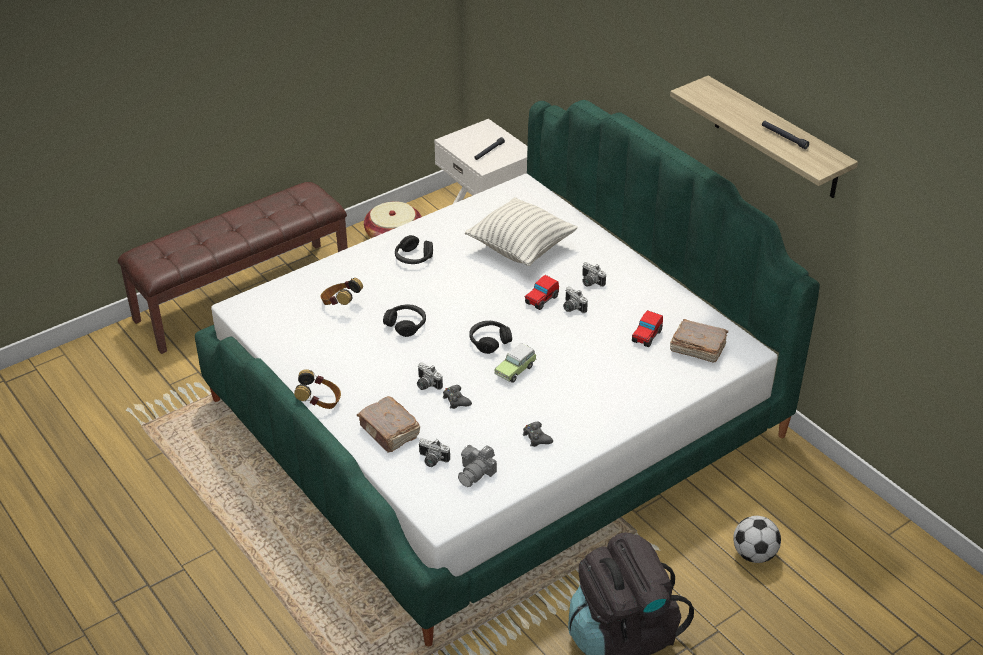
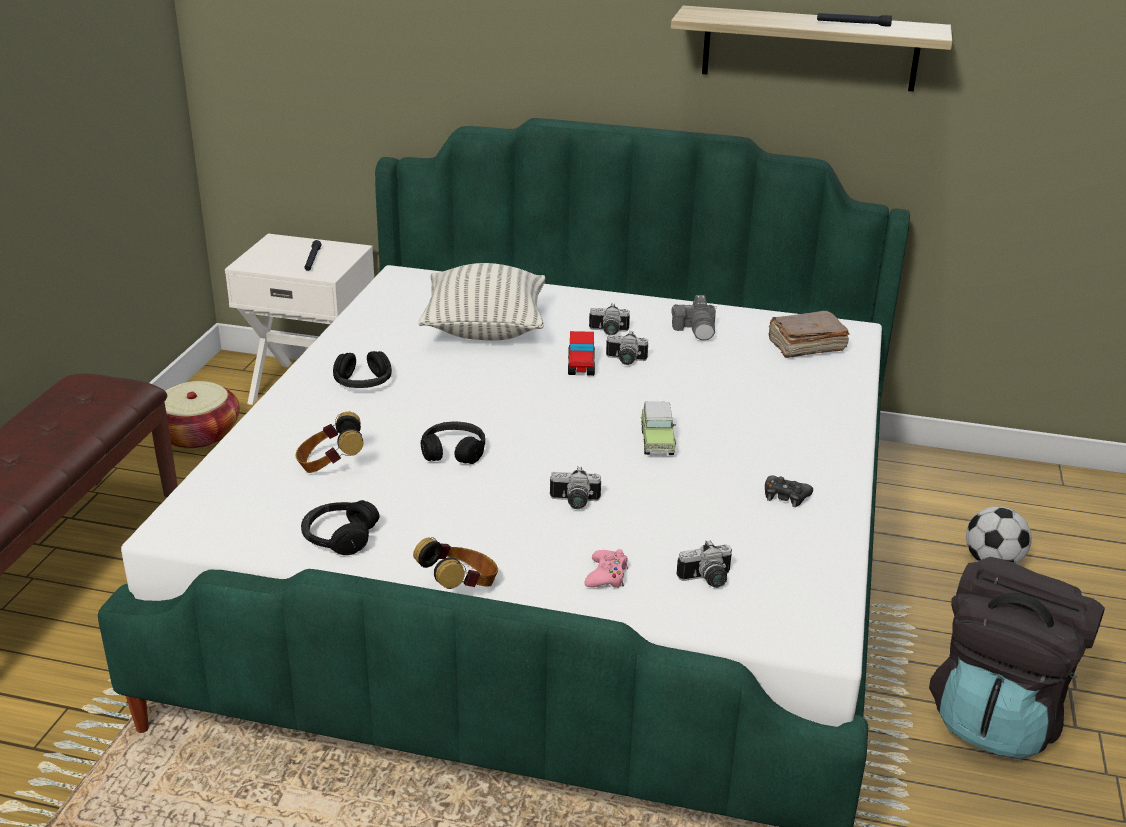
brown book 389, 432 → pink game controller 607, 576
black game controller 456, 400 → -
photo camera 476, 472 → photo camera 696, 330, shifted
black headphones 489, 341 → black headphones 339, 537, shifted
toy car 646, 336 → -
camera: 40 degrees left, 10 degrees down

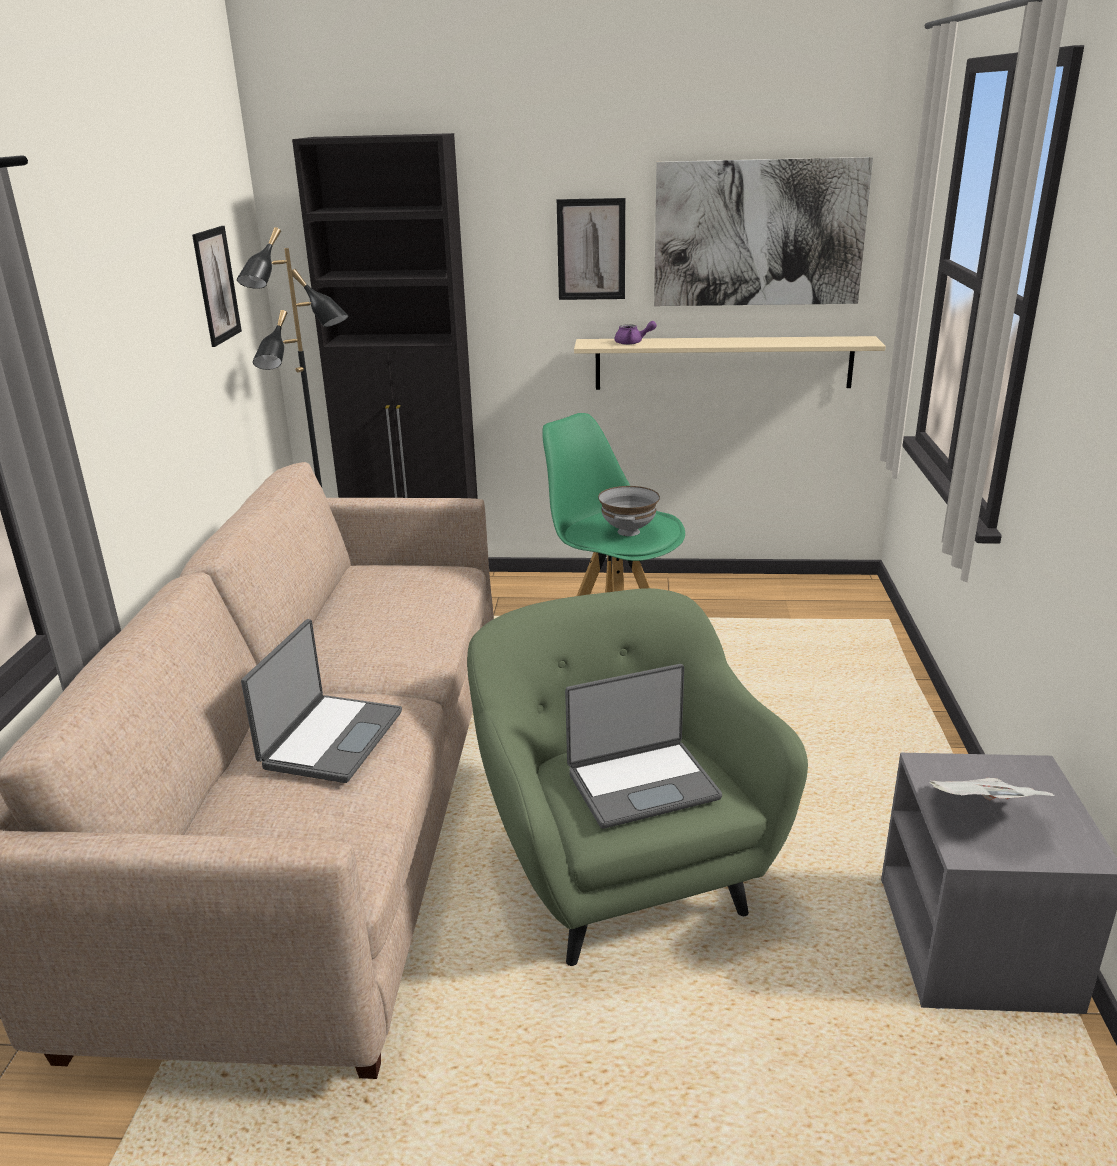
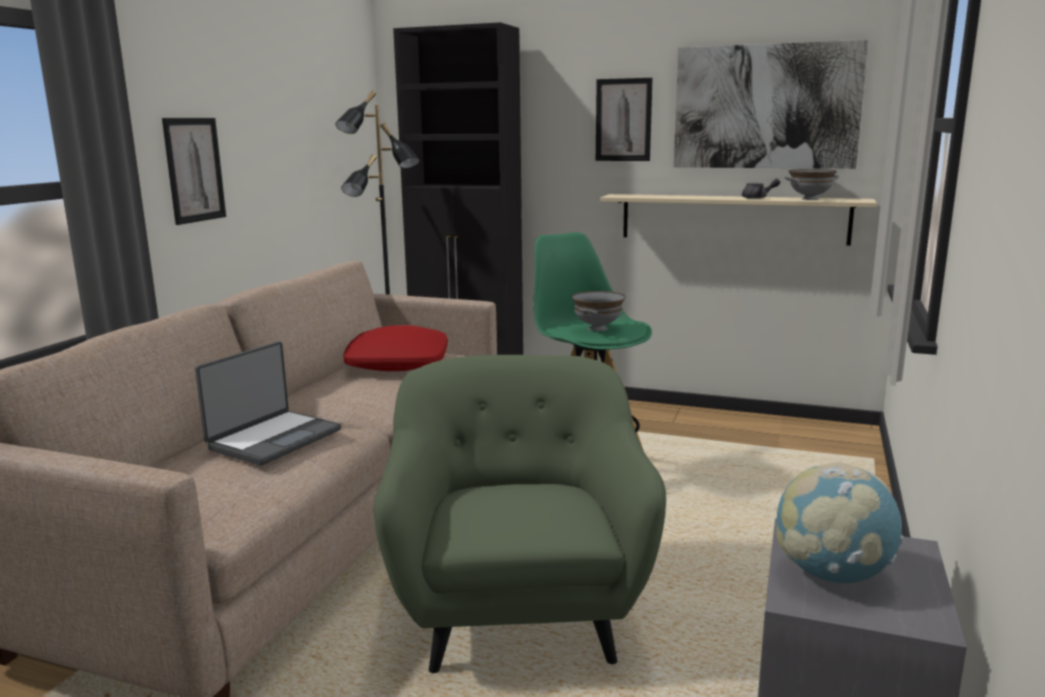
picture 216, 285 → picture 194, 170, shifted
laptop 642, 784 → -
purple teapot 632, 343 → -
newspaper 983, 813 → globe 832, 574
- → red pillow 397, 363
- → grey teapot 758, 198
- → grey bowl 810, 199
camera: 15 degrees right, 10 degrees down

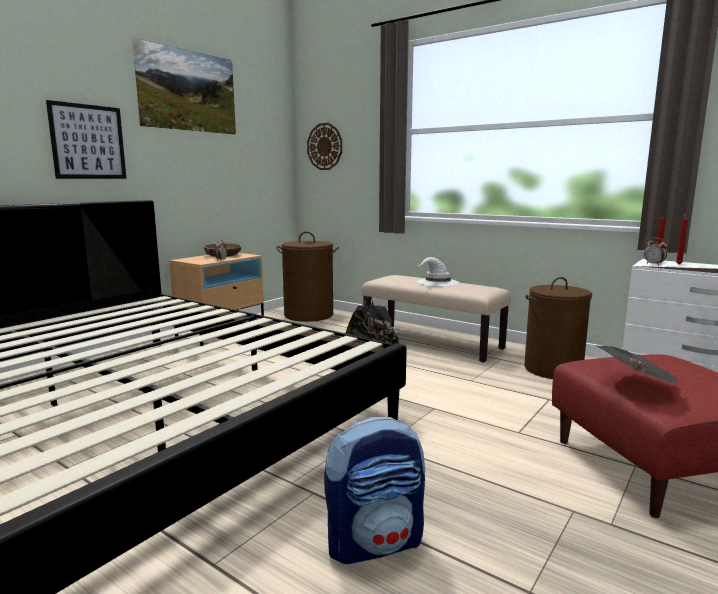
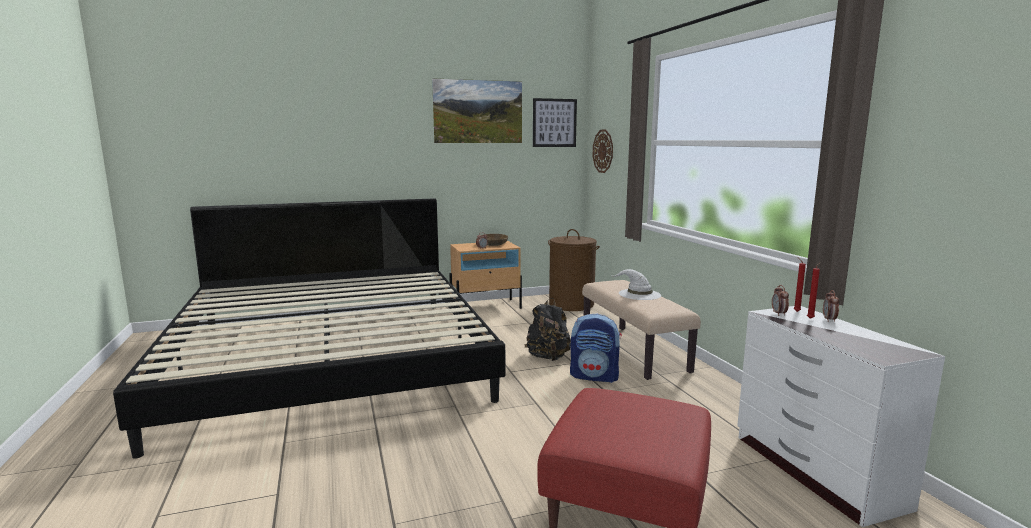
picture 88, 142 → picture 554, 123, shifted
backpack 375, 542 → backpack 595, 376, shifted
brown laundry basket 553, 369 → -
newspaper 638, 385 → -
- → alarm clock 829, 320
camera: 35 degrees right, 0 degrees up

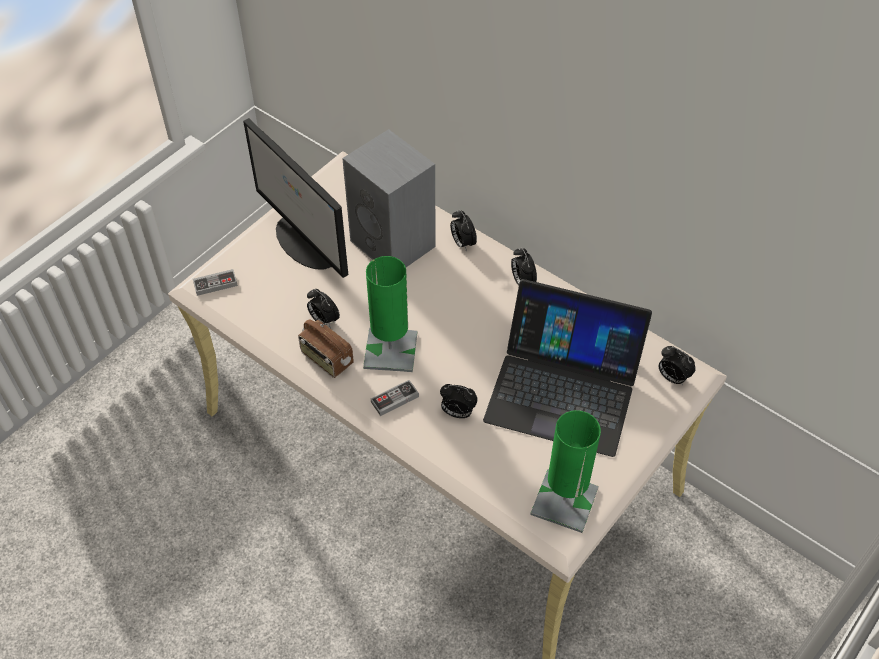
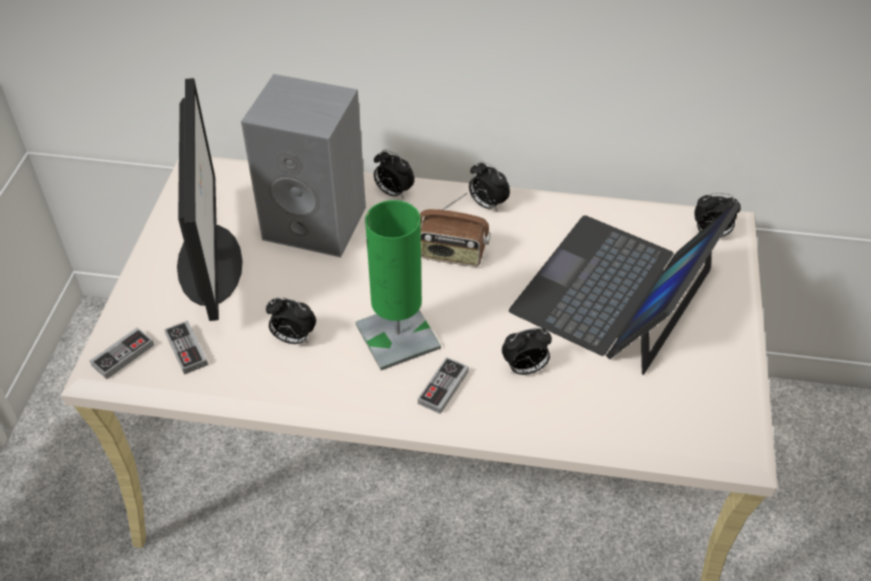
monitor 307, 243 → monitor 210, 262, 120 degrees counterclockwise
radio 326, 359 → radio 452, 254, shifted
laptop 563, 389 → laptop 615, 292, 135 degrees clockwise
green table lamp 564, 501 → -
- → game controller 186, 349
camera: 30 degrees left, 5 degrees down

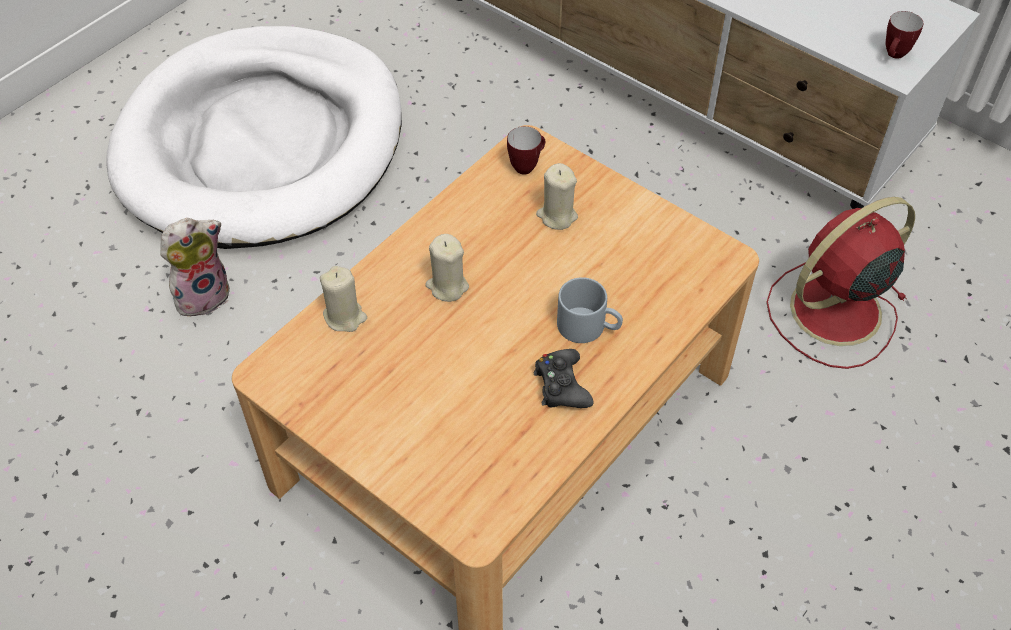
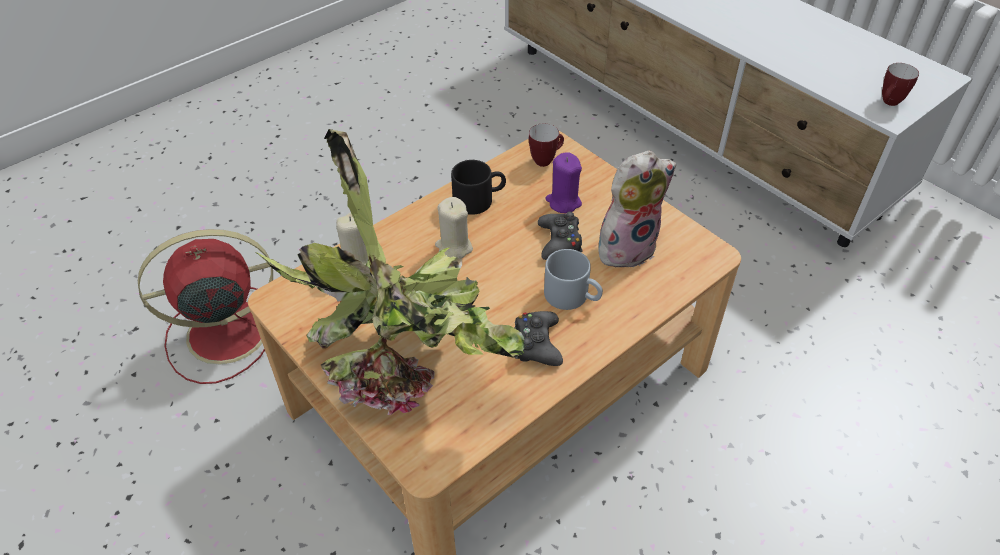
white dog bed 262, 144 → -
plush toy 203, 295 → plush toy 626, 247, shifted
beige candle 557, 216 → purple candle 563, 202
red fan 832, 312 → red fan 224, 333, shifted
- → potted plant 410, 364
- → black mug 479, 199
- → black game controller 559, 242
camera: 10 degrees right, 5 degrees down

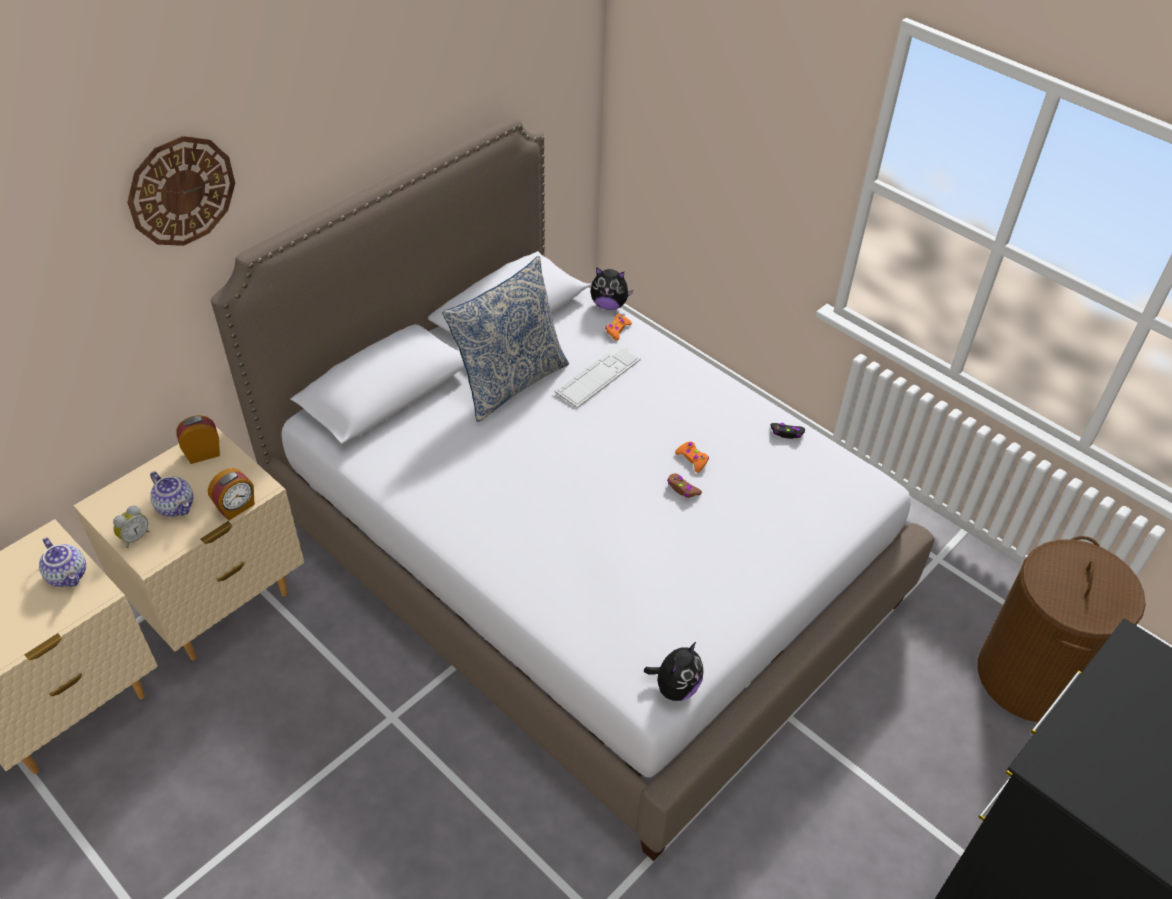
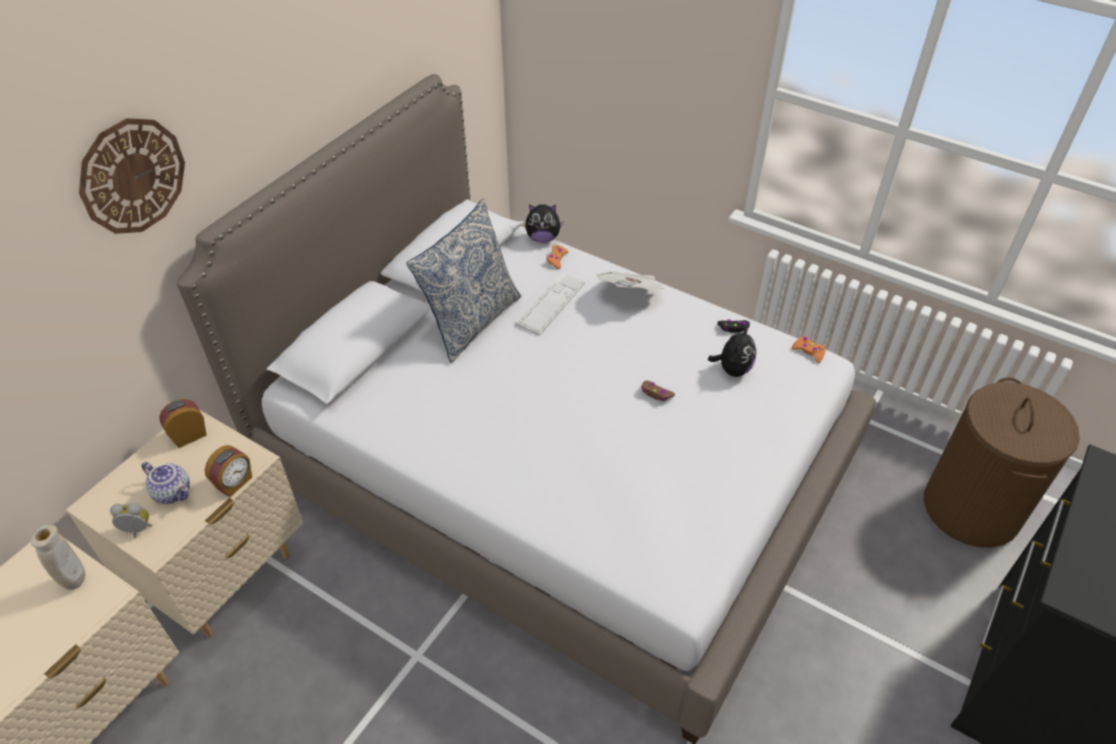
teapot 69, 575 → beige vase 75, 581
alarm clock 134, 537 → alarm clock 137, 531, 120 degrees counterclockwise
plush toy 675, 687 → plush toy 732, 369, shifted
orange game controller 692, 459 → orange game controller 809, 352, shifted
- → newspaper 631, 294
camera: 10 degrees left, 0 degrees up

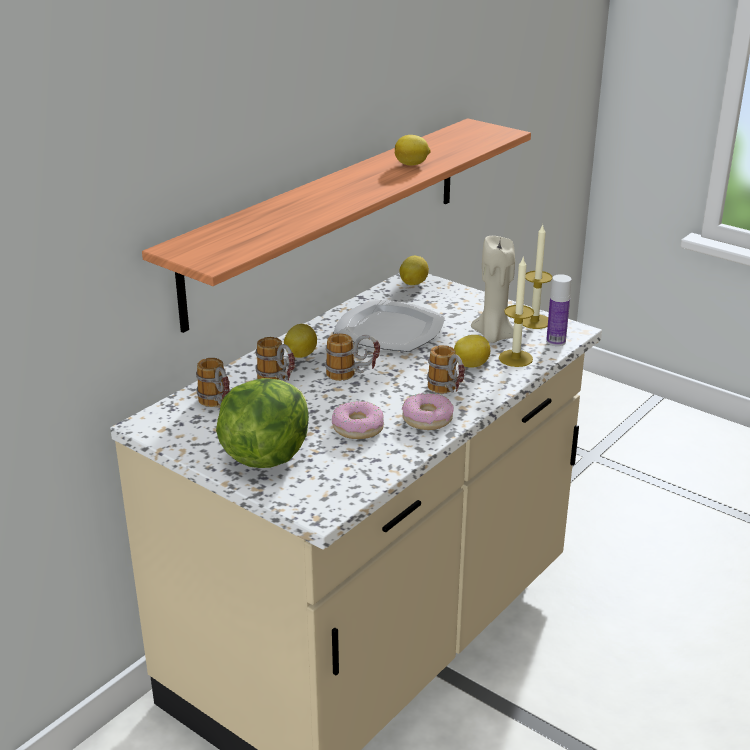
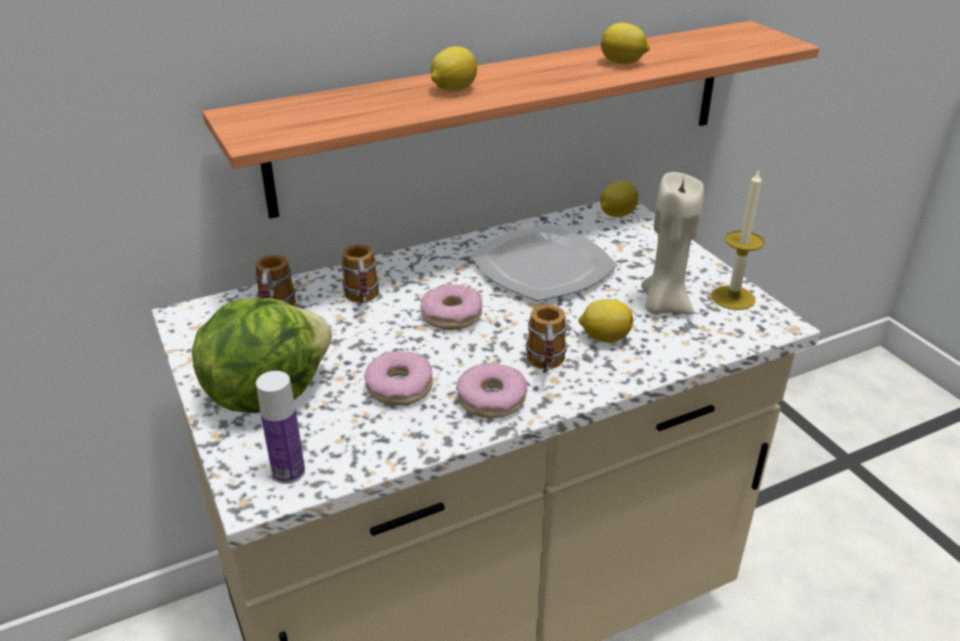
lemon 300, 355 → lemon 453, 89, shifted
mug 353, 376 → donut 451, 315
candle 515, 358 → -
bottle 556, 341 → bottle 288, 472, shifted
camera: 25 degrees right, 5 degrees up

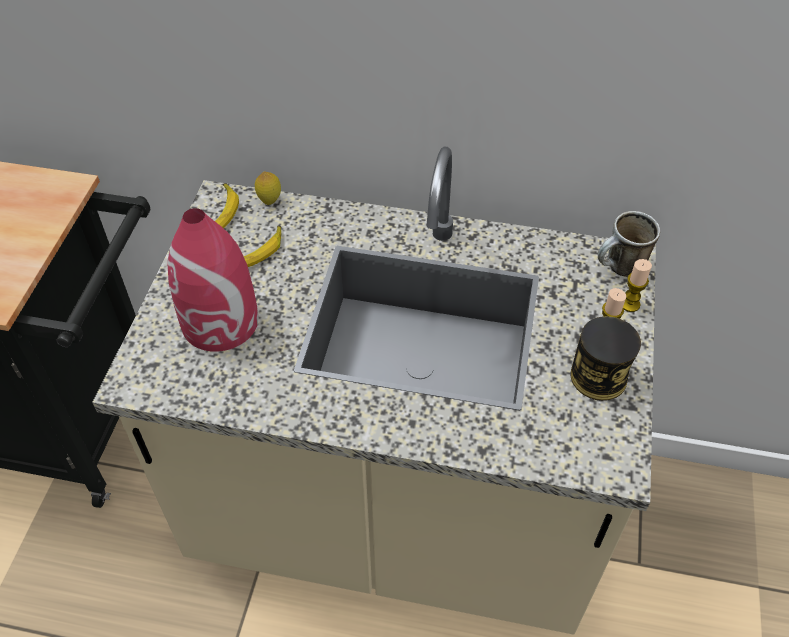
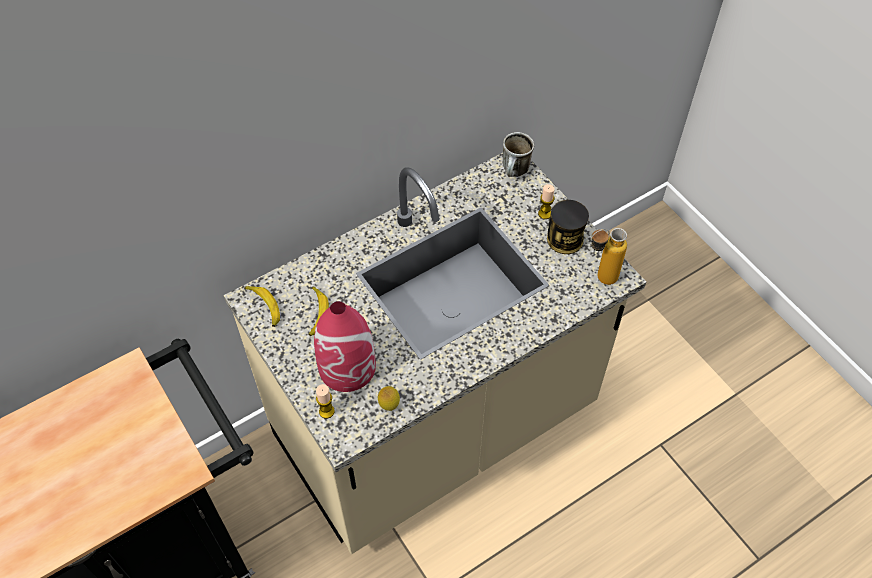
lemon 270, 201 → lemon 389, 405, shifted
candle 630, 304 → candle 326, 411, shifted
- → bottle 599, 279
camera: 45 degrees left, 5 degrees up

